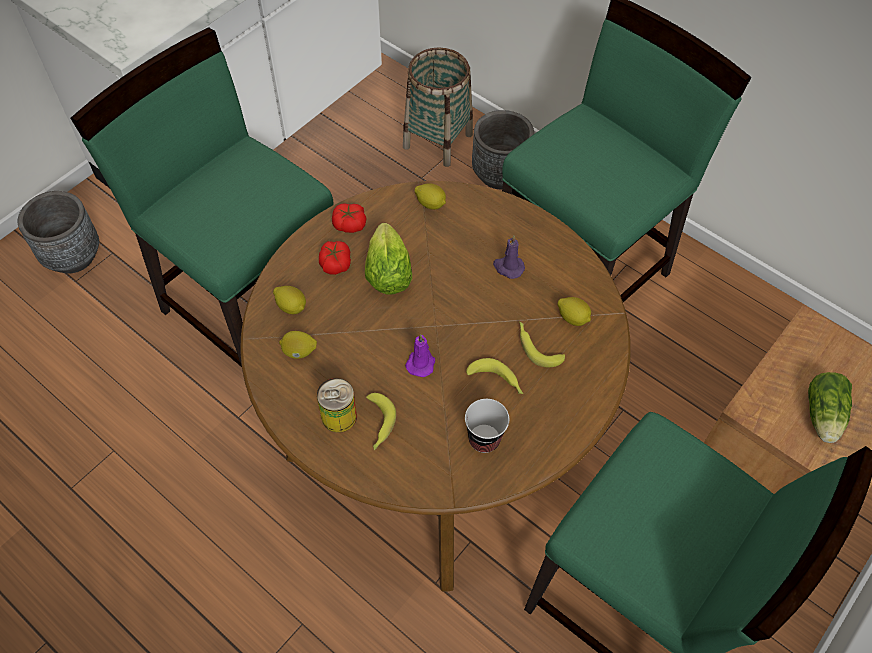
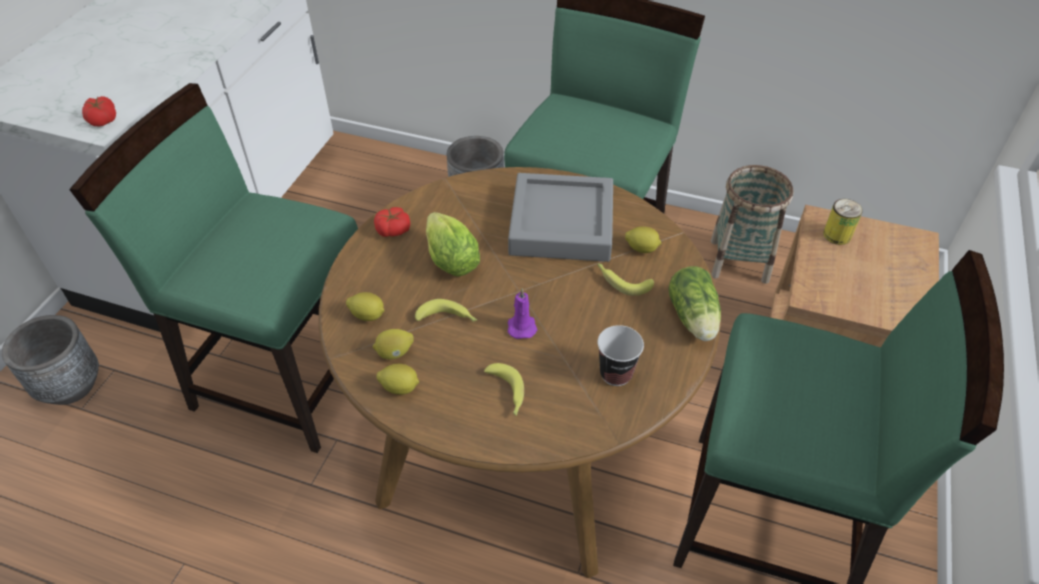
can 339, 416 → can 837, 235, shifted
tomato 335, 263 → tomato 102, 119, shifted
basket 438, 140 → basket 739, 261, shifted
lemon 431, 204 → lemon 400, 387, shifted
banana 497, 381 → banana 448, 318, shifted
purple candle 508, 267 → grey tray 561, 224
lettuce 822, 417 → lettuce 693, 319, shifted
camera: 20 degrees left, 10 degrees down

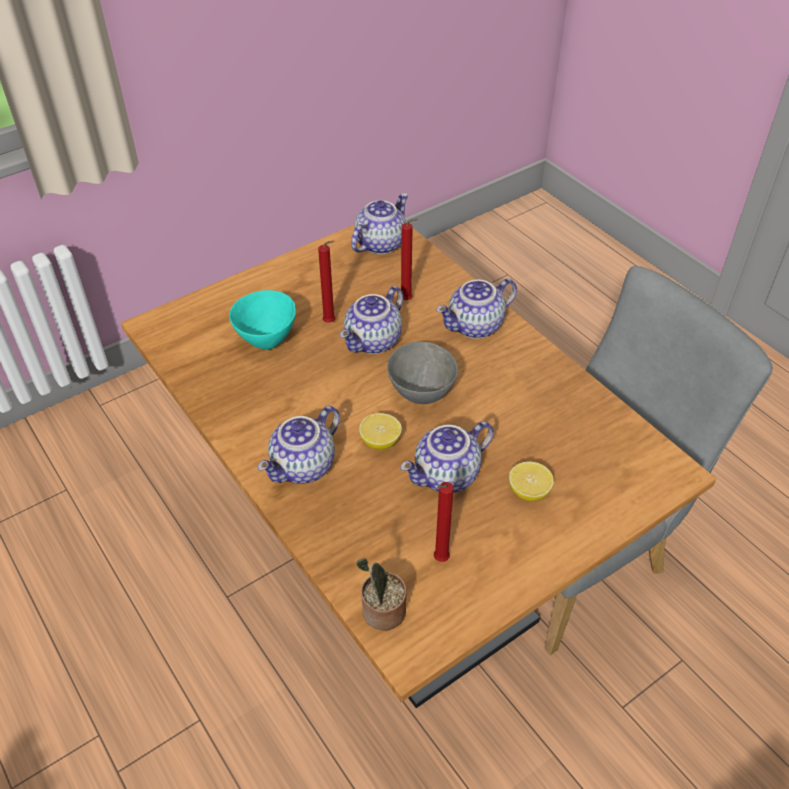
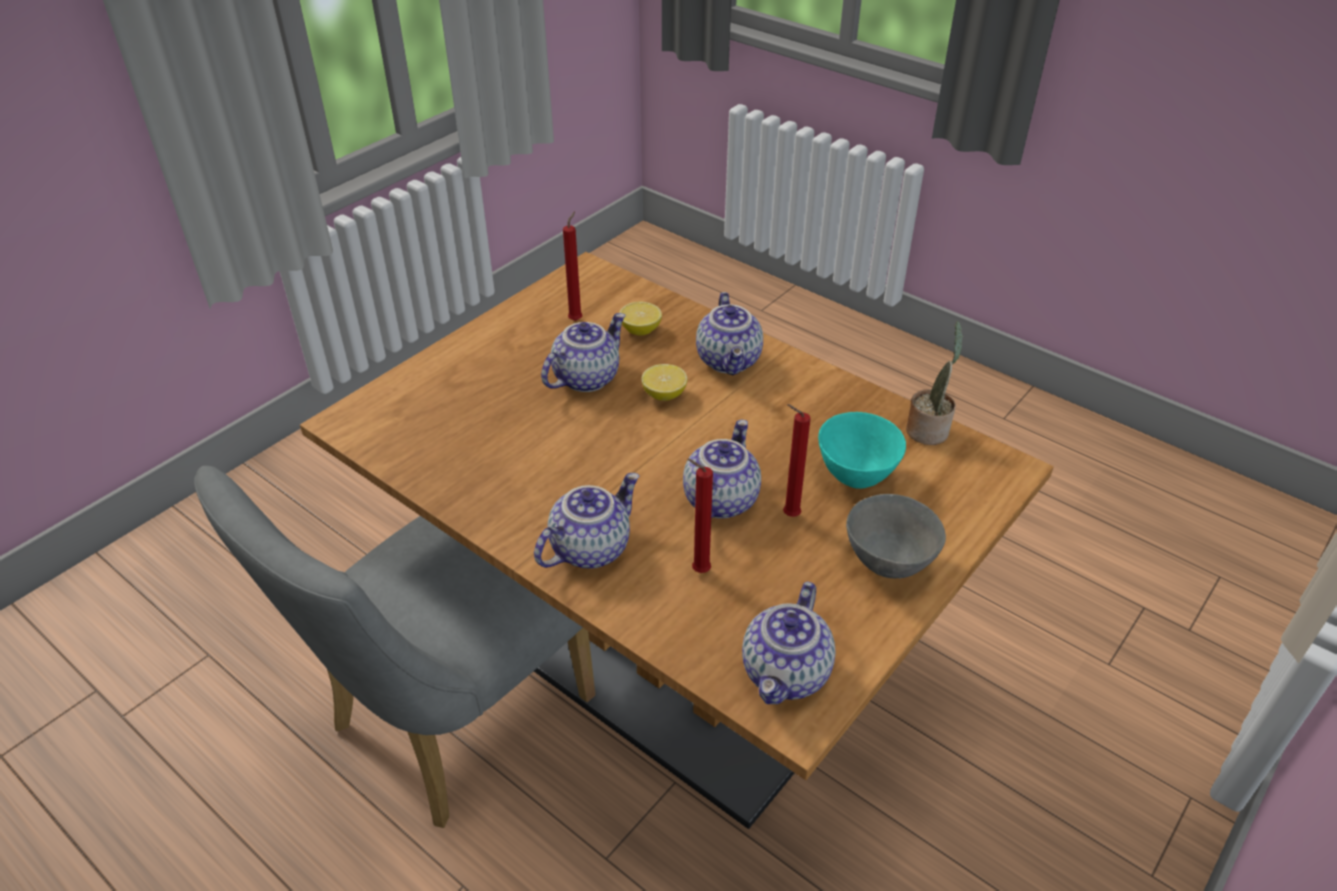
teapot 304, 467 → teapot 730, 361, 150 degrees clockwise
potted plant 381, 613 → potted plant 928, 429, shifted
grey bowl 420, 394 → grey bowl 889, 564, shifted
lemon 529, 491 → lemon 640, 330, shifted
camera: 165 degrees right, 5 degrees down

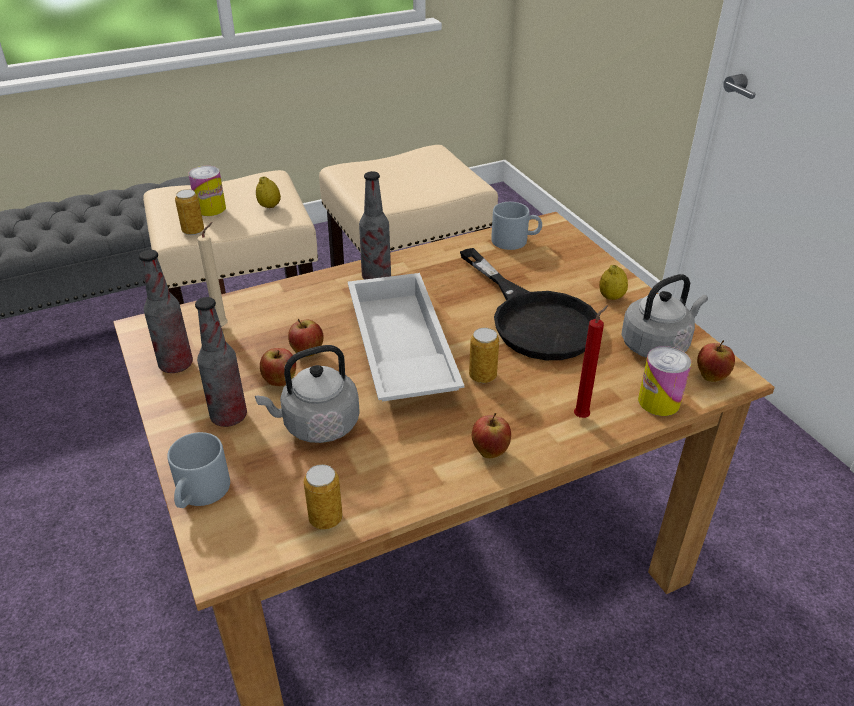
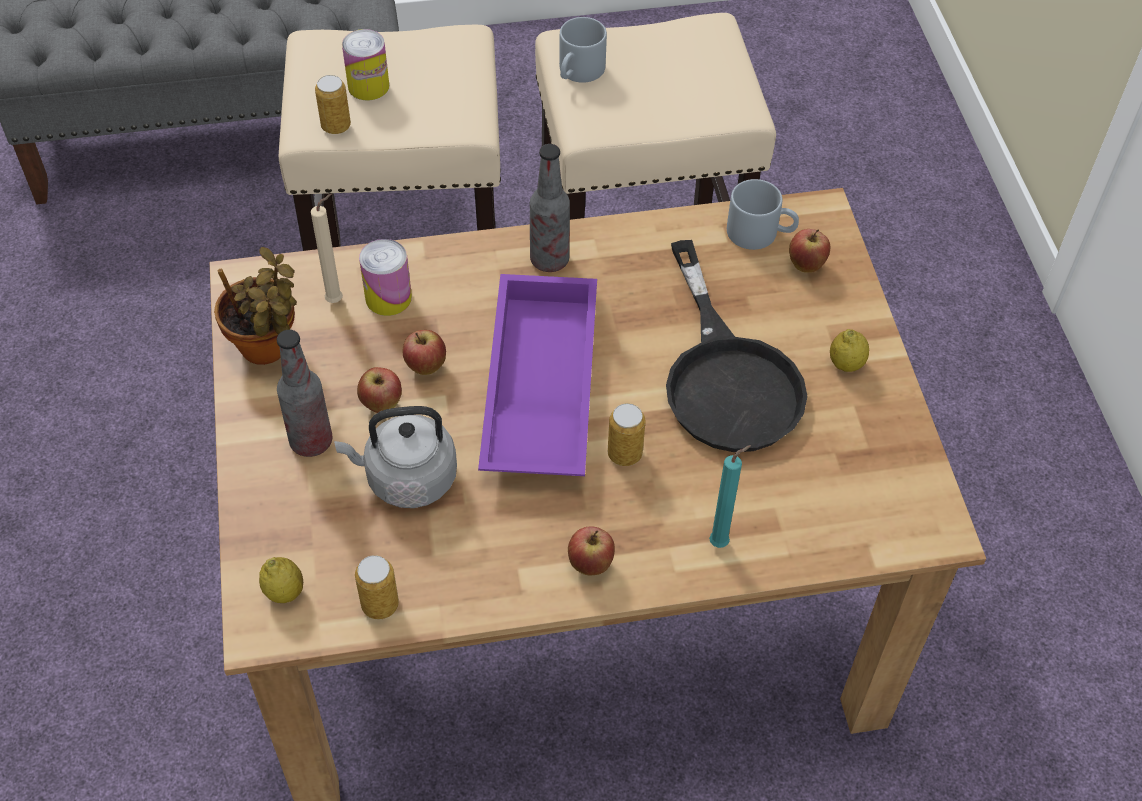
bottle 176, 365 → potted plant 268, 349
grey mug 200, 493 → grey mug 579, 72, shifted
lemon 269, 206 → lemon 284, 592, shifted
white tray 398, 349 → purple tray 537, 387
red candle 583, 416 → turquoise candle 721, 542
grey kettle 657, 345 → -
can 659, 402 → can 388, 298, shifted
apple 711, 377 → apple 806, 266, shifted
camera: 15 degrees right, 15 degrees up

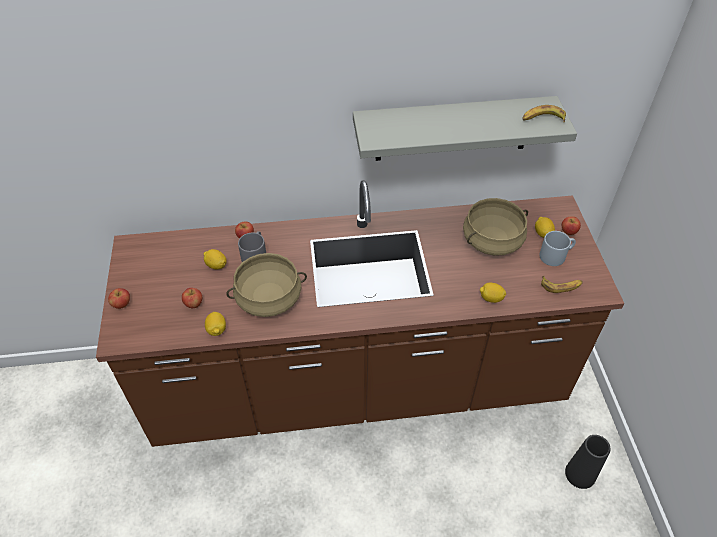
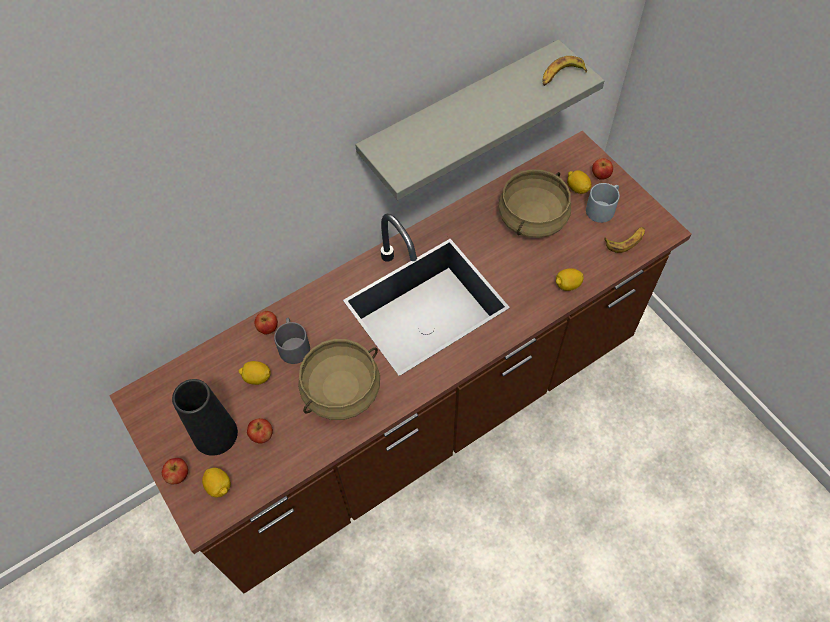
lemon 216, 330 → lemon 219, 486, shifted
black vase 580, 474 → black vase 215, 434, shifted
camera: 25 degrees left, 10 degrees up

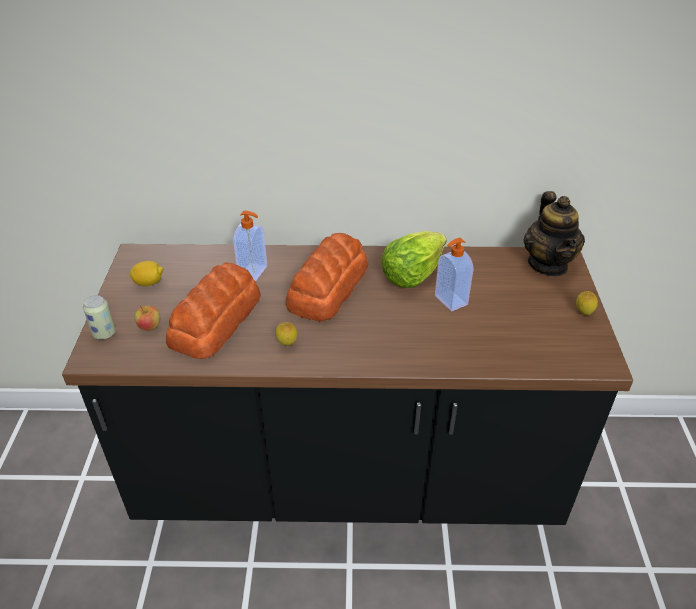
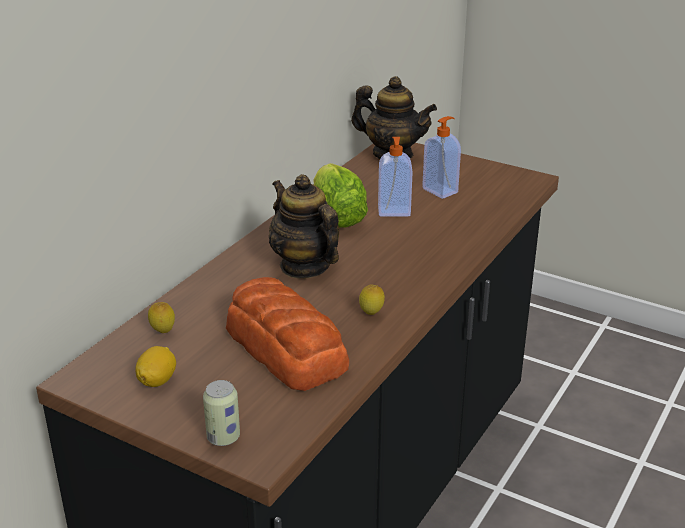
apple 150, 327 → -
soap dispenser 254, 272 → soap dispenser 441, 190, shifted
bread 327, 287 → teapot 304, 266
lemon 583, 313 → lemon 163, 332, shifted
camera: 60 degrees left, 10 degrees down

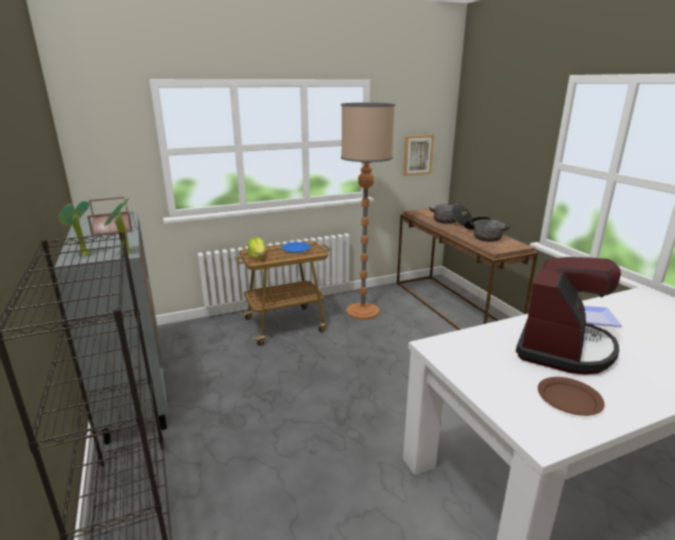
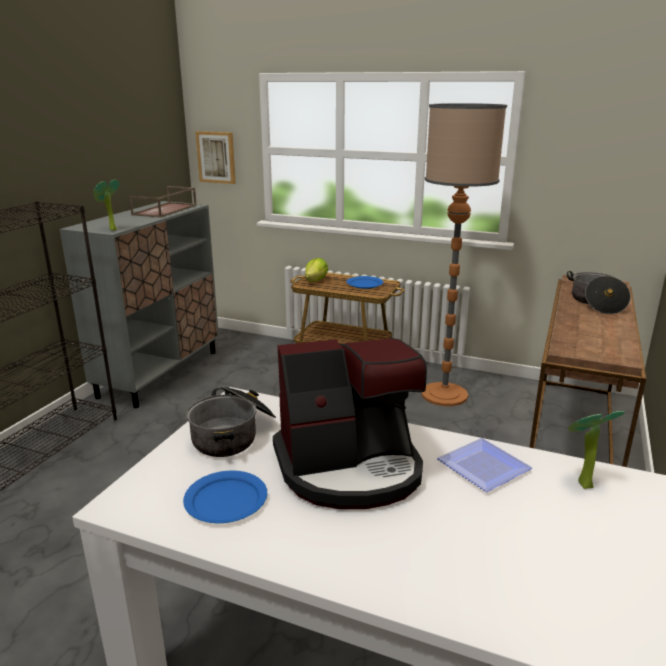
potted plant 82, 255 → potted plant 581, 484, shifted
picture 417, 155 → picture 216, 157, shifted
cooking pot 483, 236 → cooking pot 234, 434, shifted
brown plate 569, 398 → blue plate 226, 500
camera: 45 degrees right, 0 degrees up

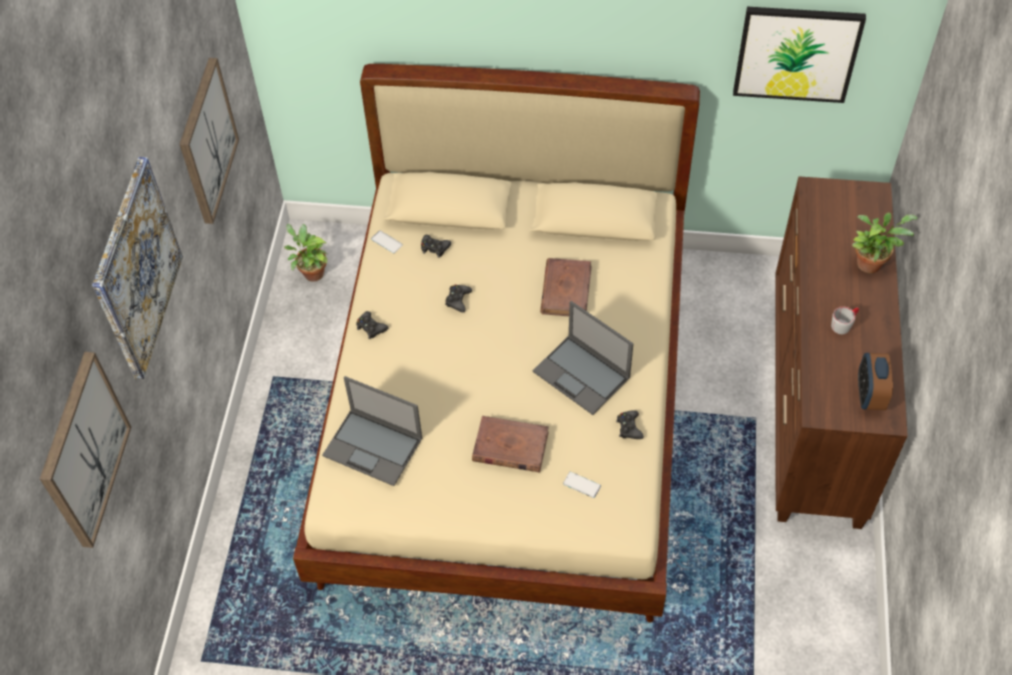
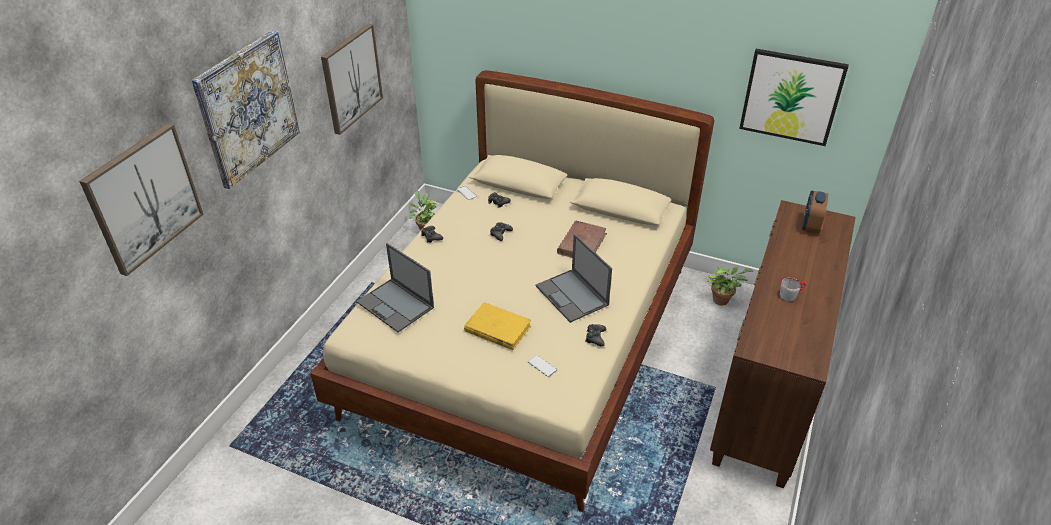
brown book 510, 446 → yellow book 497, 328
potted plant 871, 262 → potted plant 722, 299, shifted
alarm clock 869, 395 → alarm clock 810, 226, shifted
camera: 15 degrees right, 15 degrees down

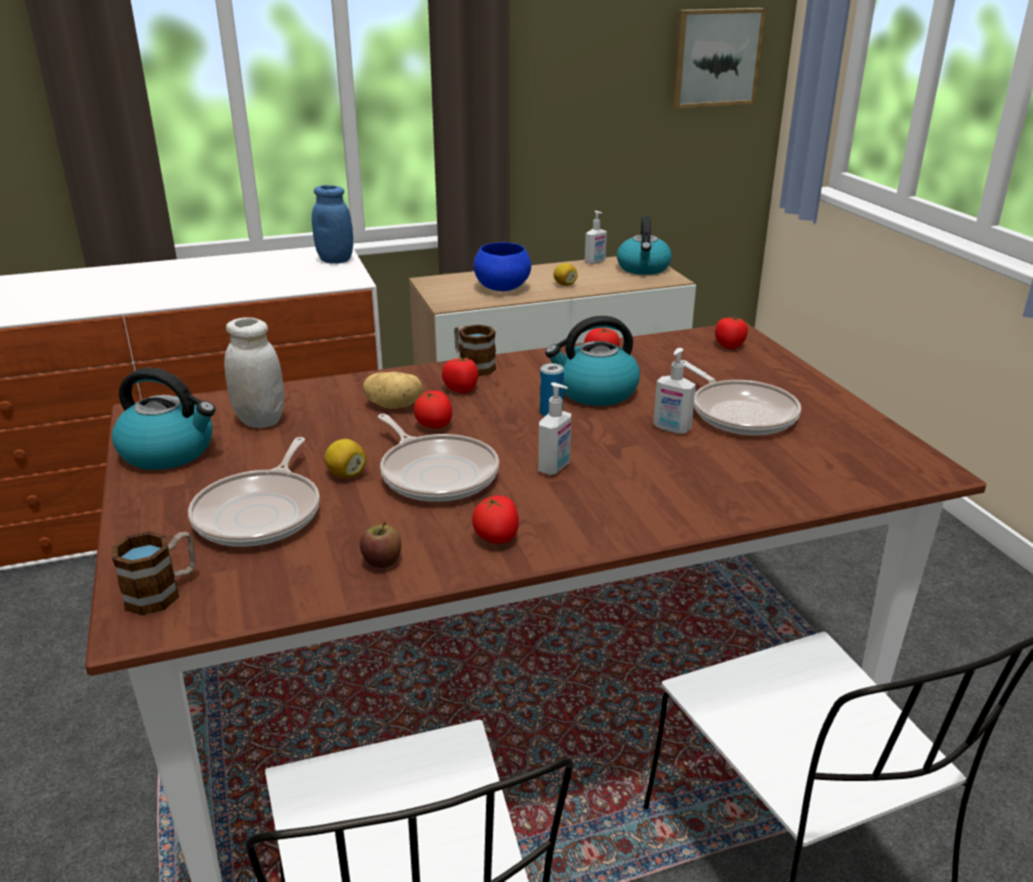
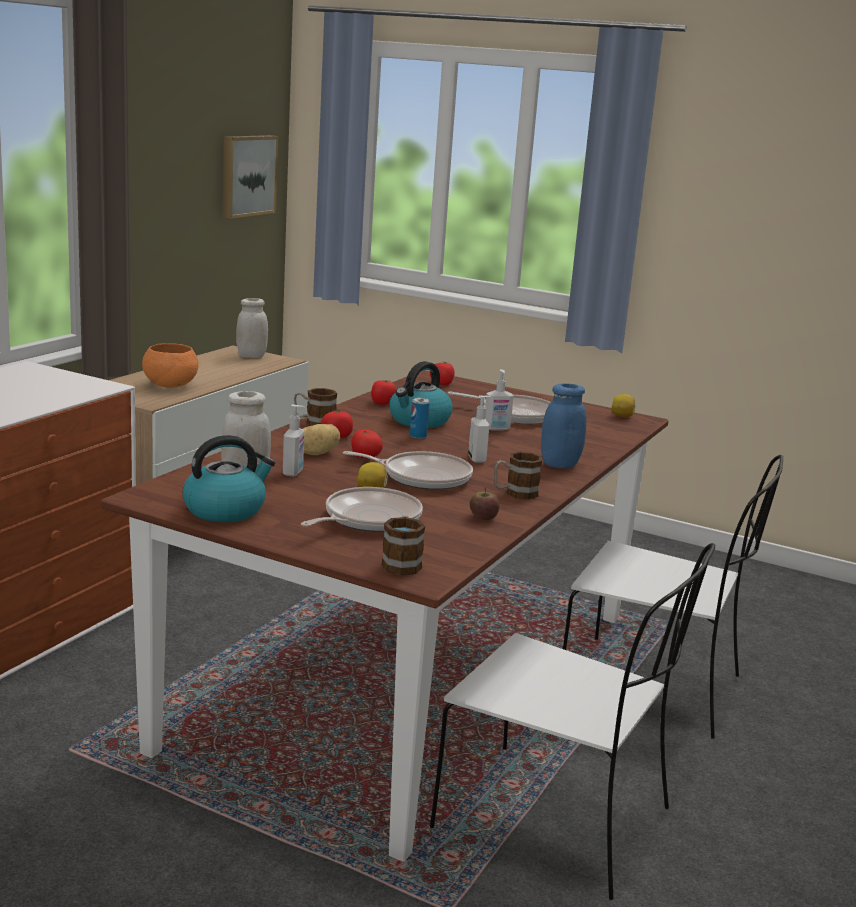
frying pan 261, 513 → frying pan 368, 519, 105 degrees counterclockwise
blue jar 335, 260 → blue jar 559, 464, shifted
tomato 497, 537 → mug 515, 493
blue bowl 501, 288 → orange bowl 170, 385
lemon 564, 284 → lemon 622, 416, shifted
soap dispenser 595, 262 → soap dispenser 293, 472, shifted
kettle 643, 268 → white jar 251, 356
camera: 45 degrees left, 10 degrees down

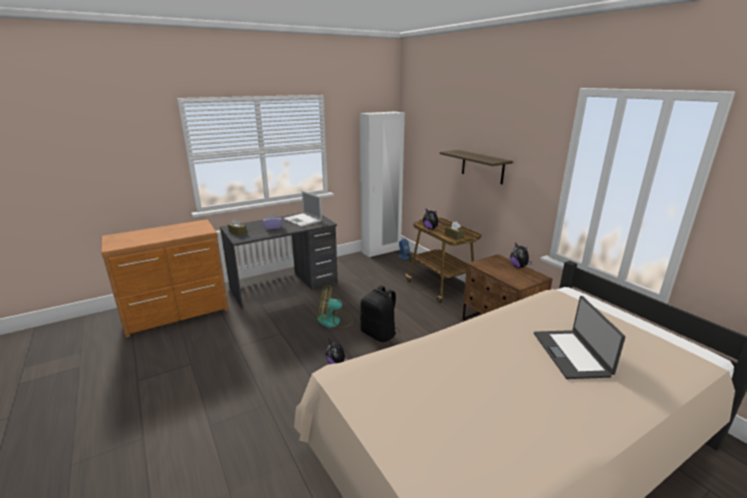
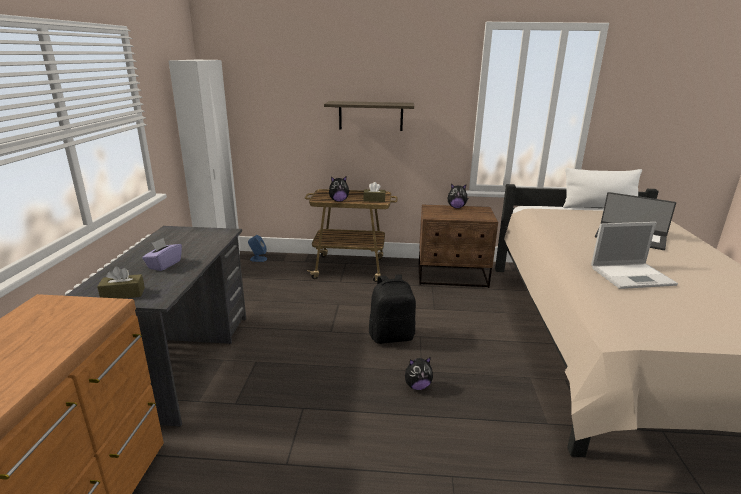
laptop 303, 220 → laptop 633, 276, shifted
fan 334, 321 → -
- → white pillow 599, 207
camera: 55 degrees left, 0 degrees up

